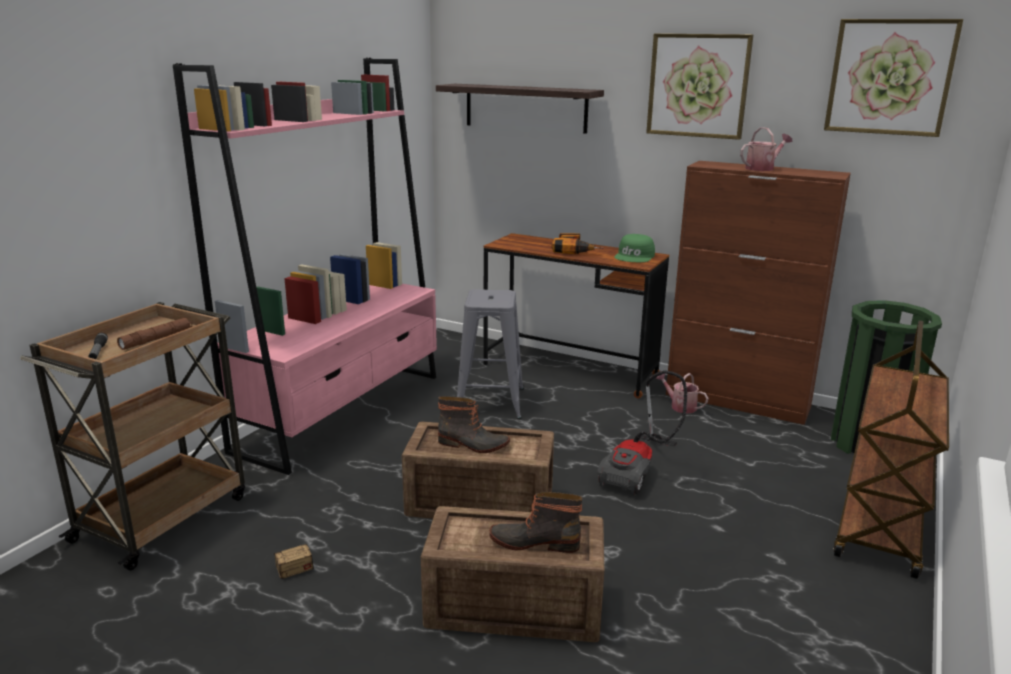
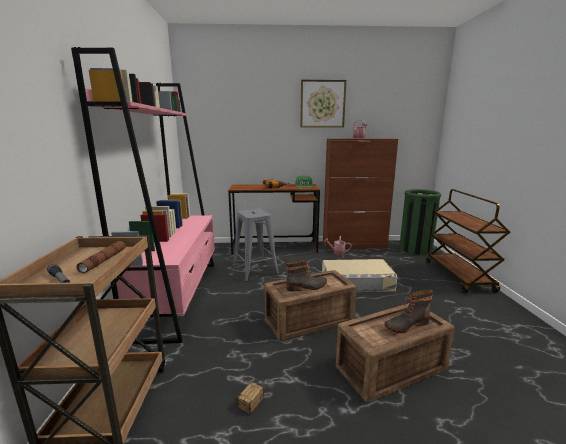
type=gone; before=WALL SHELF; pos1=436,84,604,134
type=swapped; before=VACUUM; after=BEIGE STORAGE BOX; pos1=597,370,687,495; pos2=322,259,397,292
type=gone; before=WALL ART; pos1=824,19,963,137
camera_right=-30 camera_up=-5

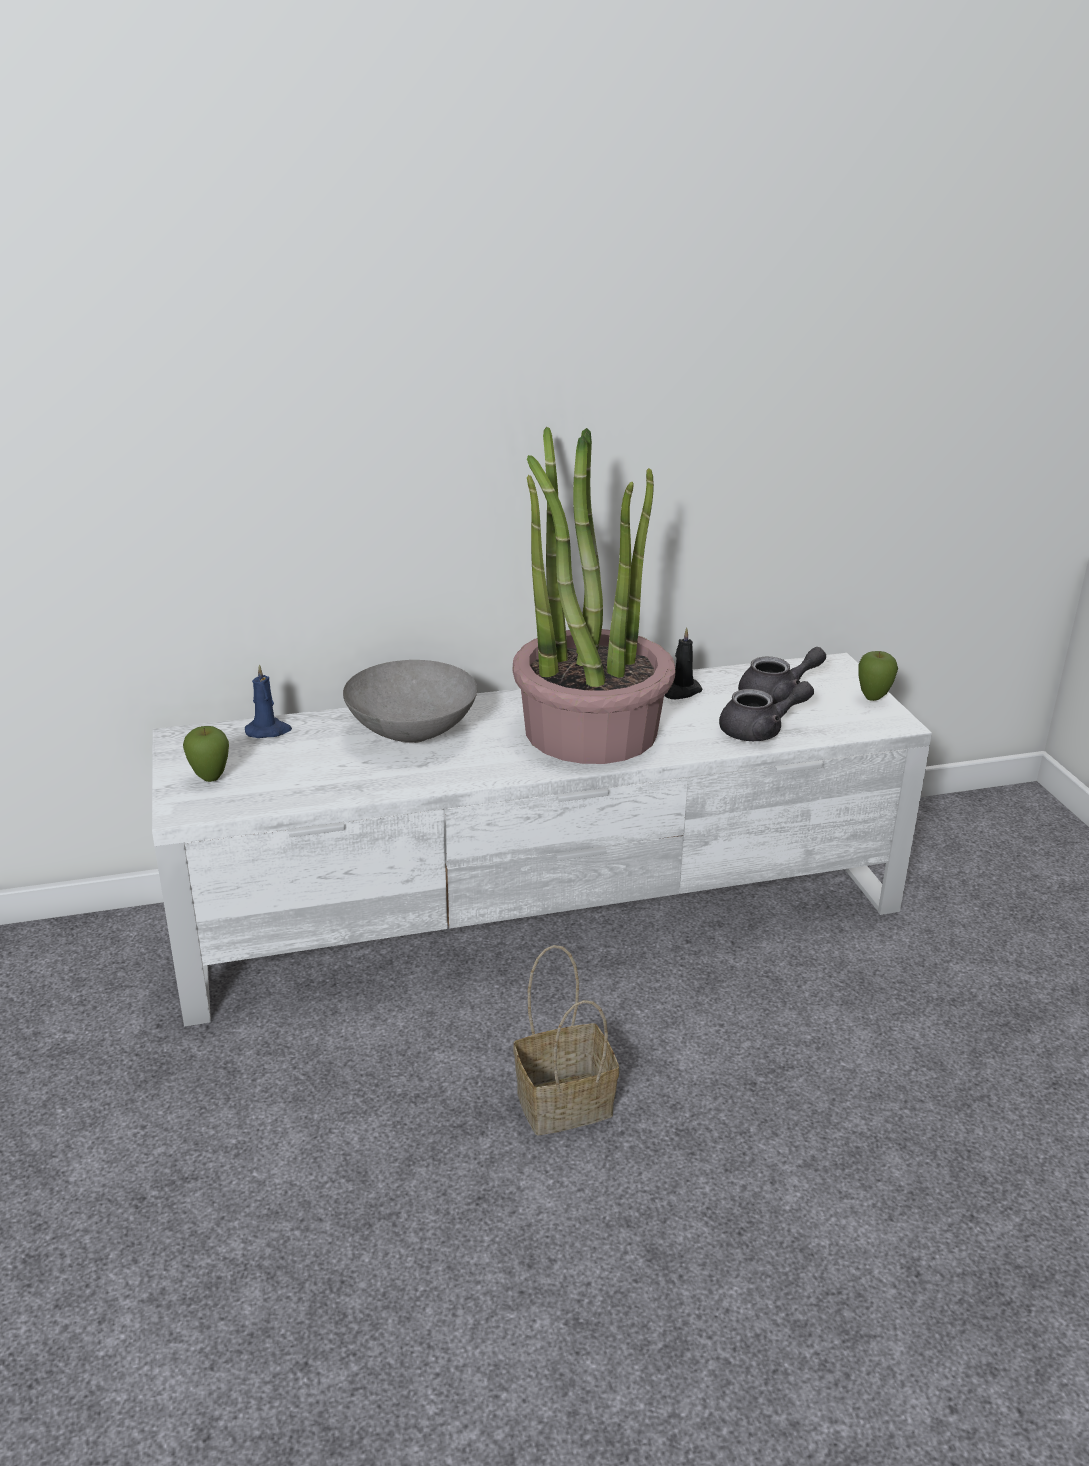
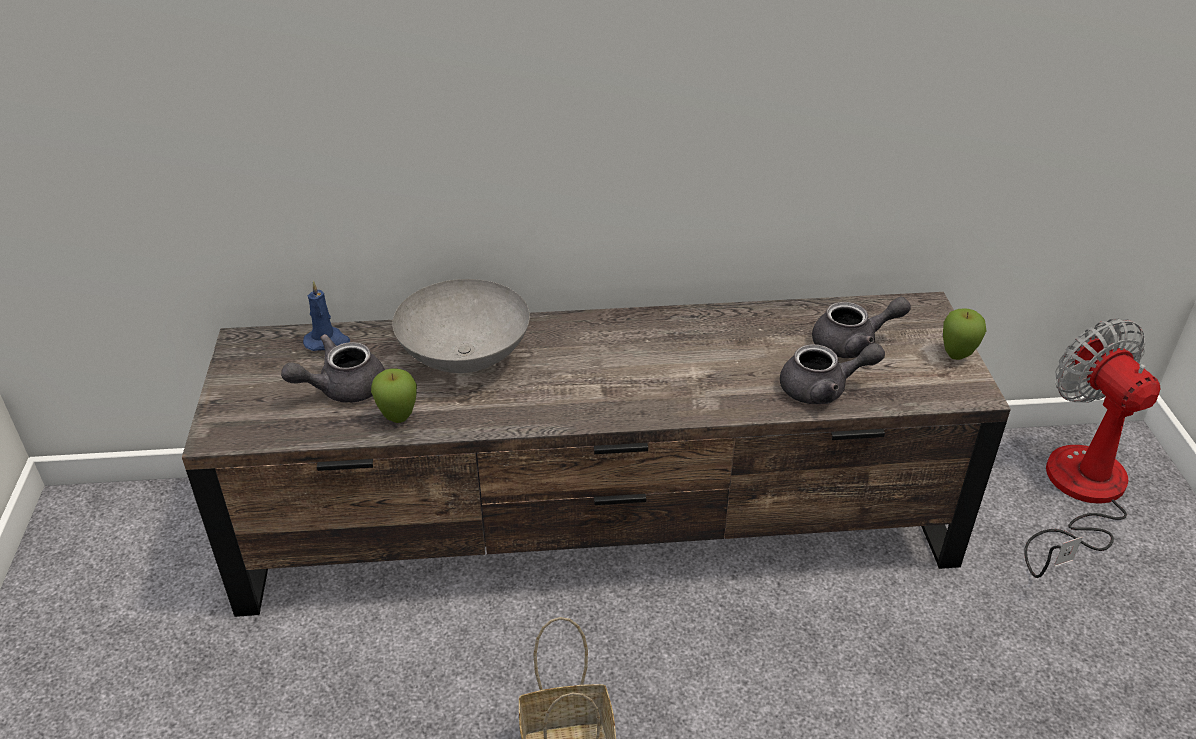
type=repainted; before=WHITE-COLOURED MEDIA CONSOLE; after=BROWN MEDIA CONSOLE; pos1=152,653,932,1027; pos2=182,292,1011,617
type=shifted; before=WHOLE APPLE; pos1=183,726,229,782; pos2=371,368,417,423
type=gone; before=HOUSEPLANT; pos1=512,427,675,764
type=gone; before=BLACK CANDLE; pos1=665,627,702,699
type=new; after=GREYISH TEA POT; pos2=281,334,385,403
type=new; after=COOLING FAN; pos2=1024,319,1160,578
camera_right=10 camera_up=10

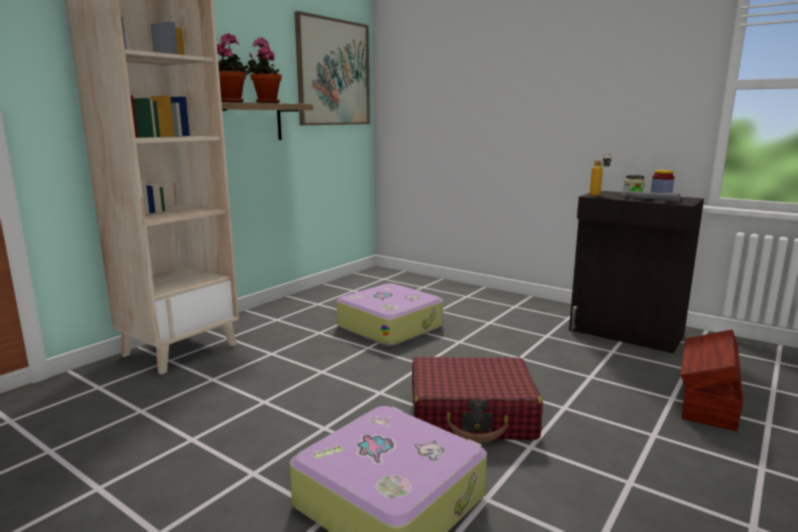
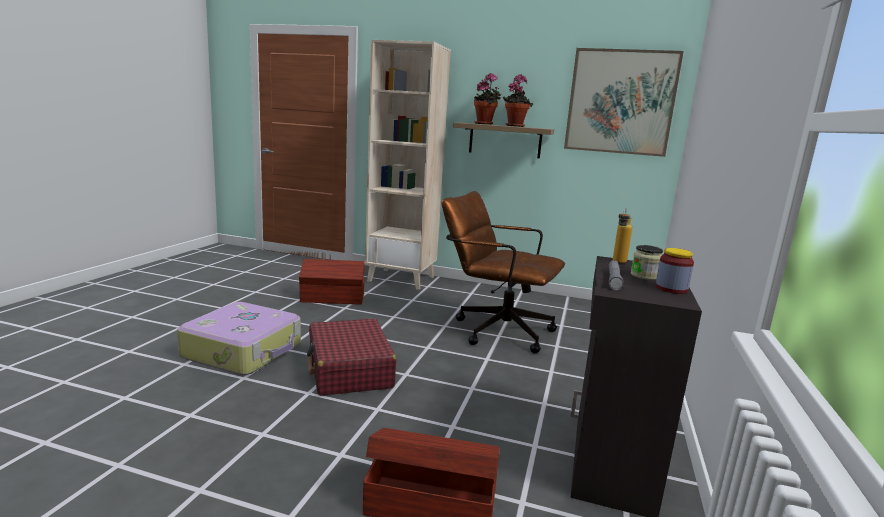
type=swapped; before=TRAVEL CASE; after=BROWN OFFICE CHAIR; pos1=336,283,443,347; pos2=442,191,565,353
type=new; after=BROWN STORAGE BOX; pos2=299,259,365,305
camera_right=70 camera_up=0

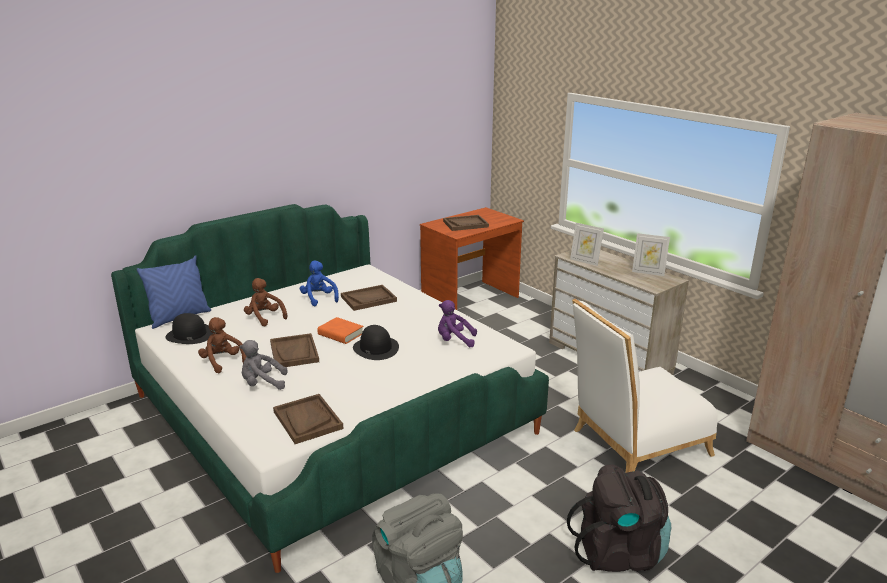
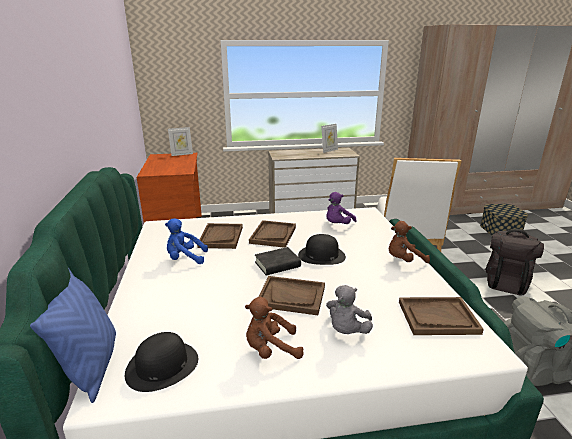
type=shifted; before=BROWN PLUSH TOY; pos1=244,278,287,326; pos2=389,221,430,263
type=repainted; before=ORANGE-COLOURED BOUND BOOK; after=BLACK BOUND BOOK; pos1=317,317,363,344; pos2=255,247,301,275
type=shifted; before=BROWN CARRYING TRAY; pos1=443,215,489,231; pos2=249,220,296,248
type=shifted; before=PHOTO FRAME; pos1=570,223,604,266; pos2=168,127,193,156
type=new; after=STORAGE BOX; pos2=480,204,528,235
camera_right=-60 camera_up=0

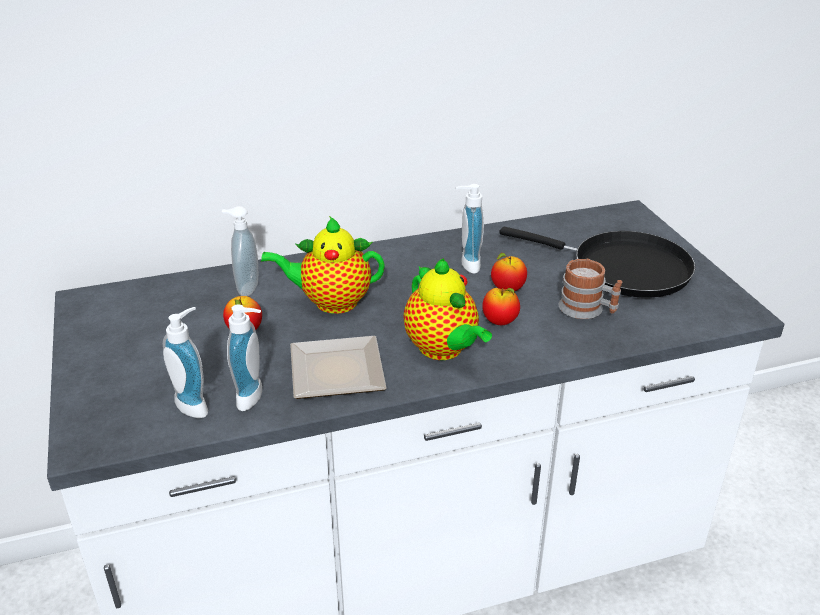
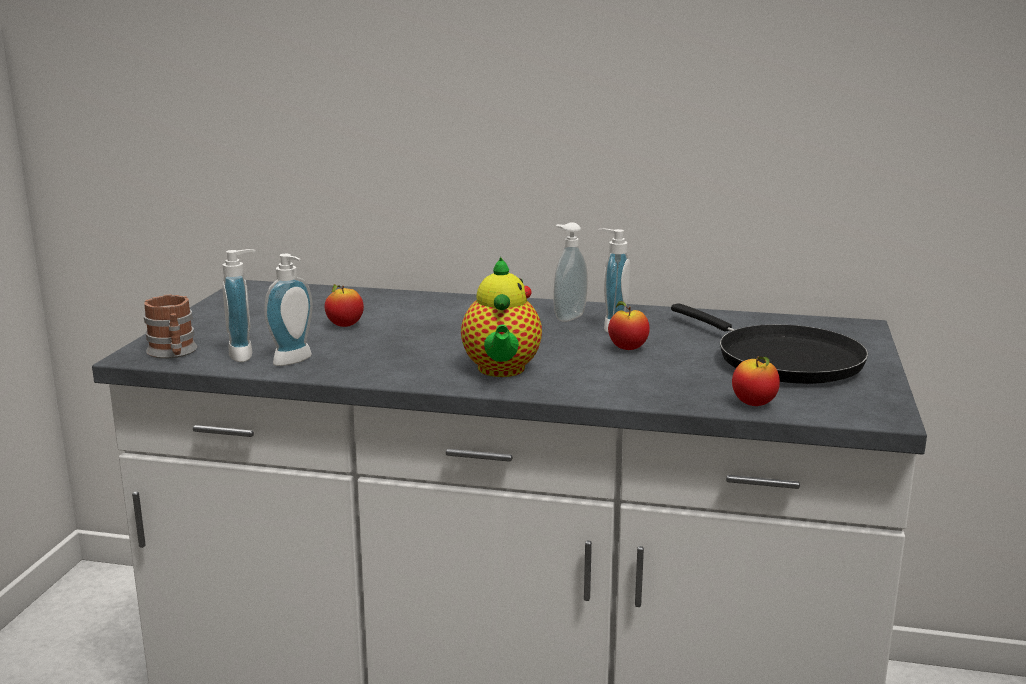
type=shifted; before=SOAP DISPENSER; pos1=222,206,258,296; pos2=553,222,588,322
type=gone; before=TEA POT; pos1=261,216,385,314
type=gone; before=FLAT DISH; pos1=290,336,387,399
type=shifted; before=WHOLE APPLE; pos1=482,288,520,325; pos2=732,356,780,406
type=shifted; before=COFFEE MUG; pos1=559,259,623,320; pos2=144,294,197,359
camera_right=30 camera_up=-15

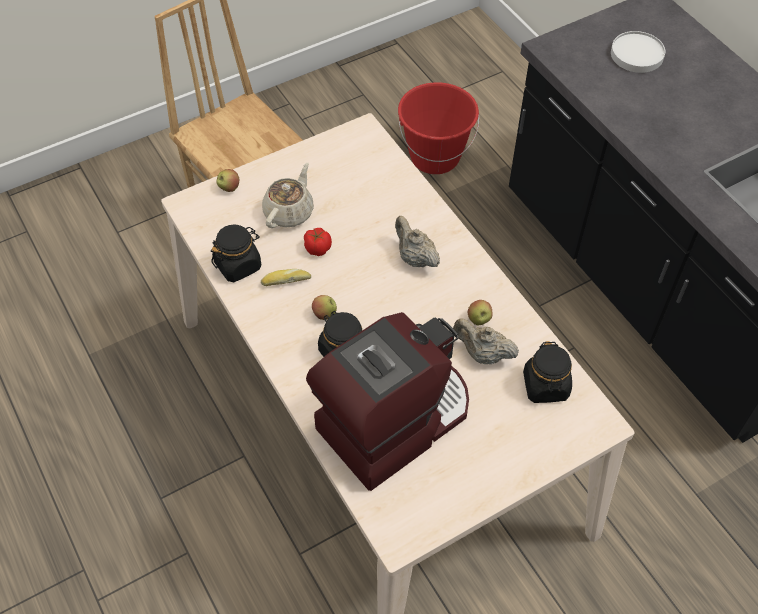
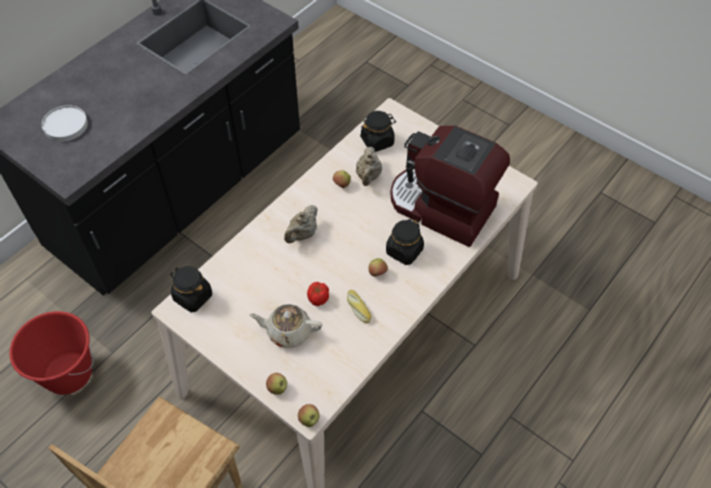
type=shifted; before=BLACK PRESERVE JAR; pos1=211,224,261,282; pos2=170,266,212,312
type=new; after=WHOLE APPLE; pos2=298,404,320,427
camera_right=-110 camera_up=0

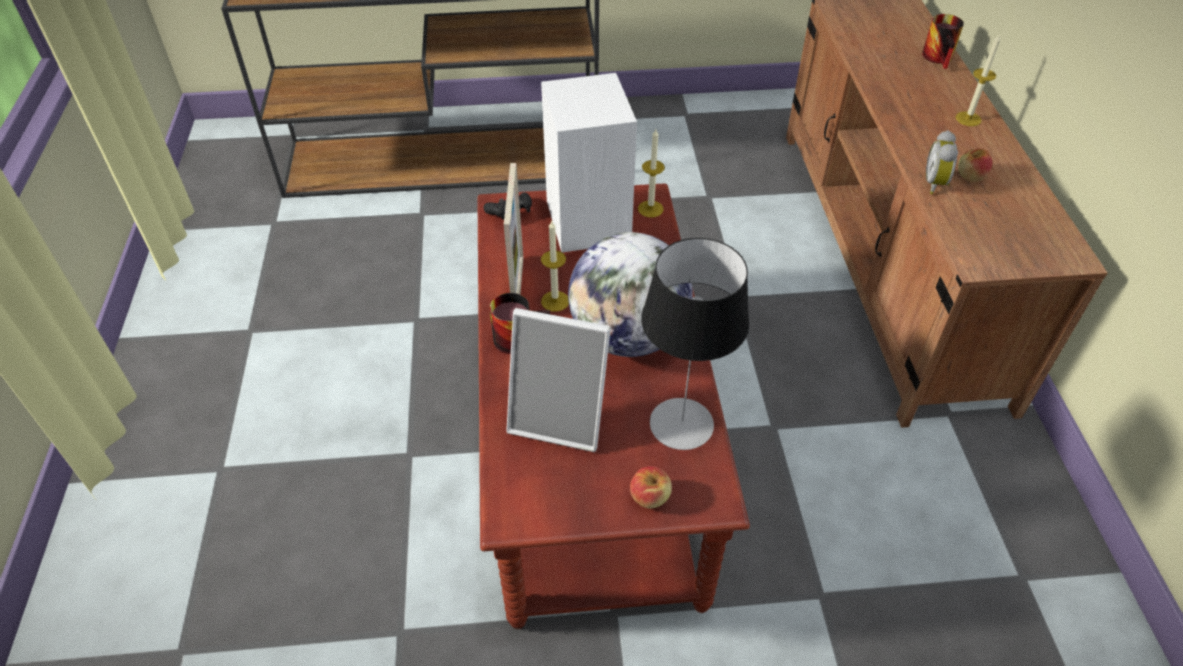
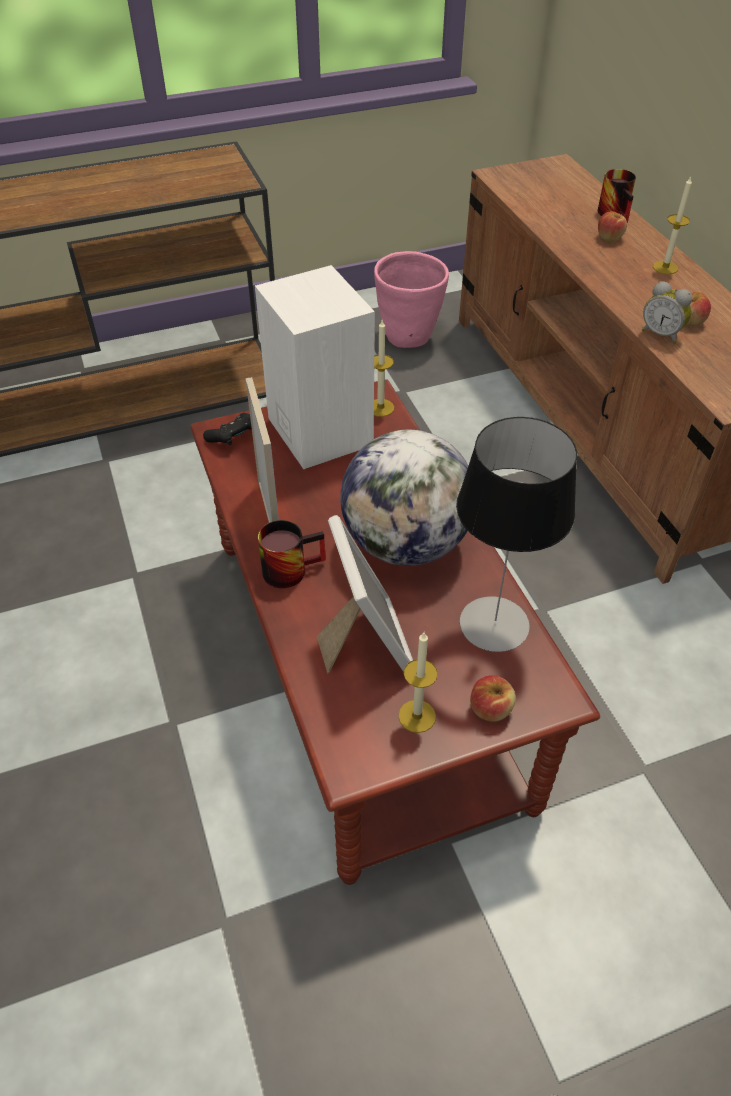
type=rotated; before=PHOTO FRAME; pos1=506,308,611,452; pos2=317,515,413,673; turn=-105
type=shifted; before=CANDLE; pos1=541,221,569,312; pos2=398,632,438,733
type=rotated; before=BEDSIDE CLOCK; pos1=926,130,958,194; pos2=642,281,692,344; turn=-45
type=new; after=PINKISH PLANTER; pos2=374,251,449,348
type=new; after=WHOLE APPLE; pos2=598,211,627,241
camera_right=-15 camera_up=0

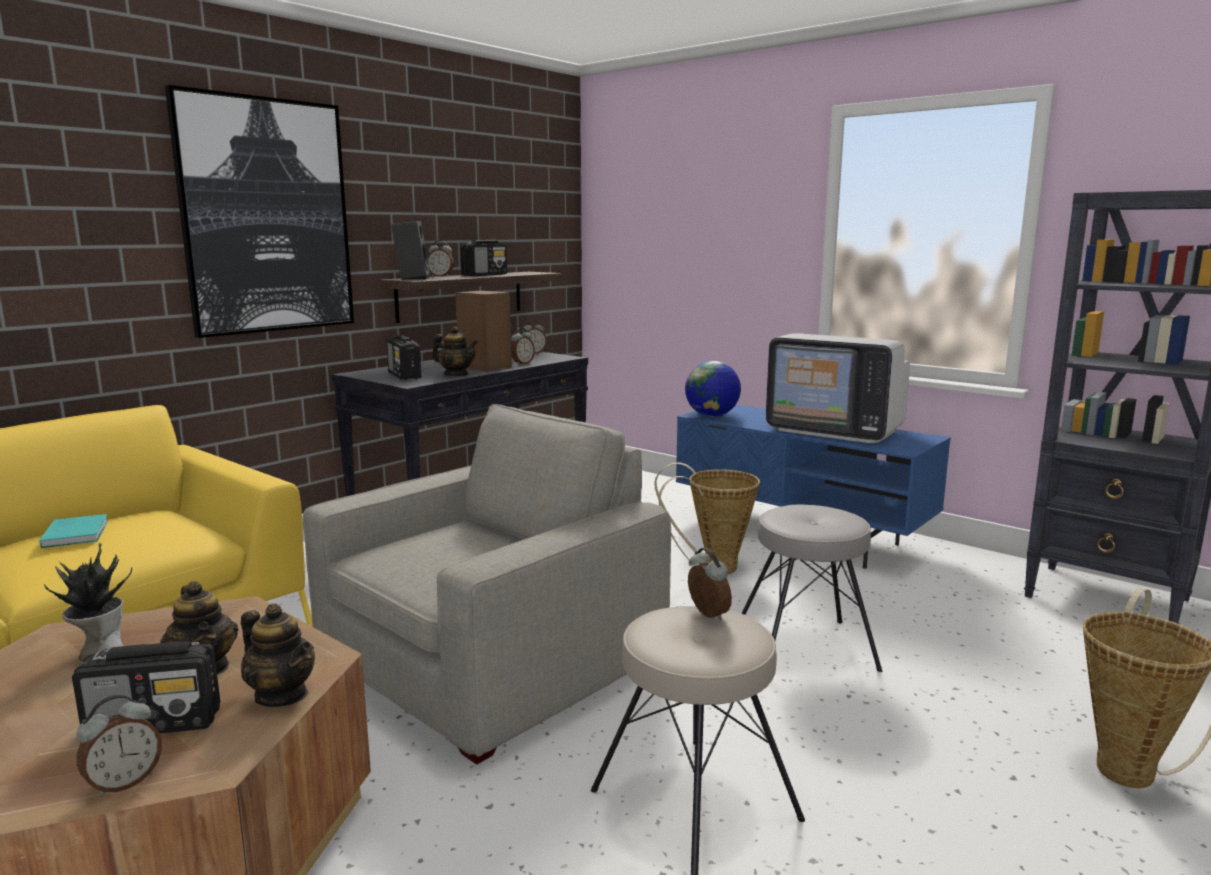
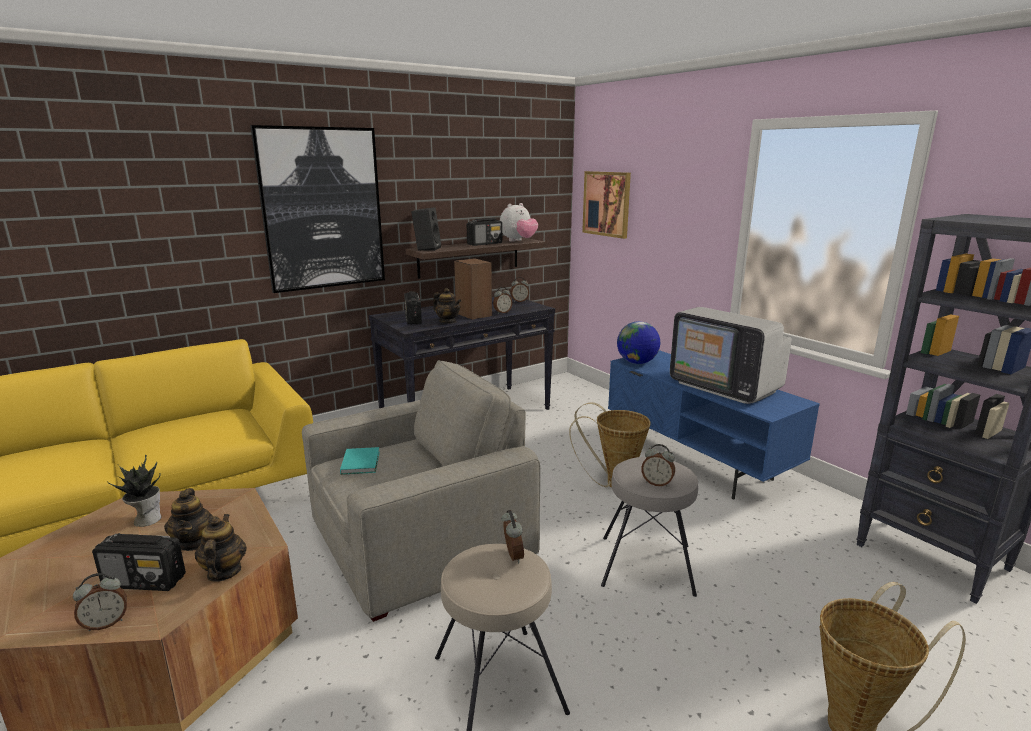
type=shifted; before=BLUE-GREEN BOUND BOOK; pos1=39,514,108,548; pos2=340,447,380,475
type=rotated; before=TEA POT; pos1=241,603,315,707; pos2=195,514,247,582; turn=-150
type=shifted; before=BEDSIDE CLOCK; pos1=428,240,454,277; pos2=641,444,675,487
type=new; after=PLUSH TOY; pos2=500,203,538,242
type=new; after=WALL ART; pos2=582,171,631,239
camera_right=15 camera_up=5

